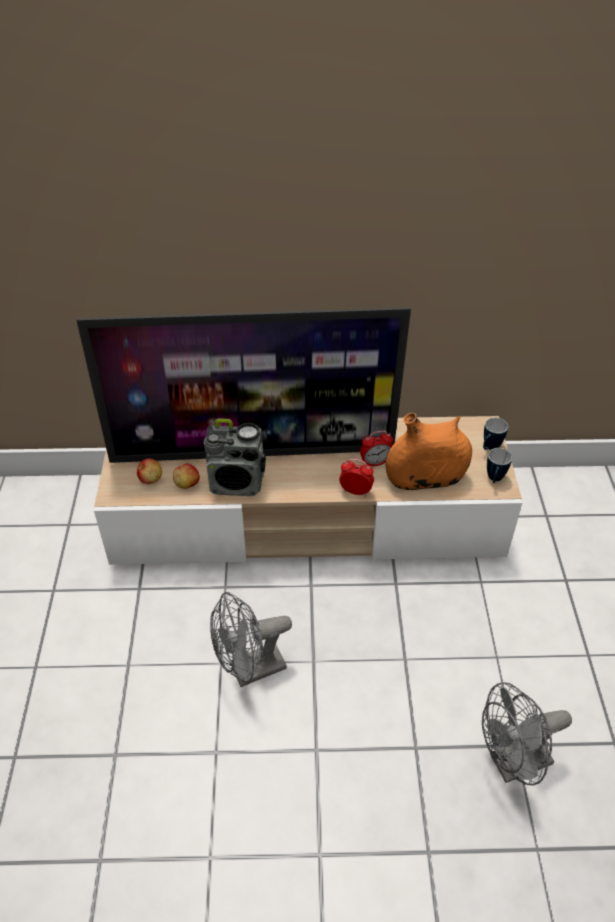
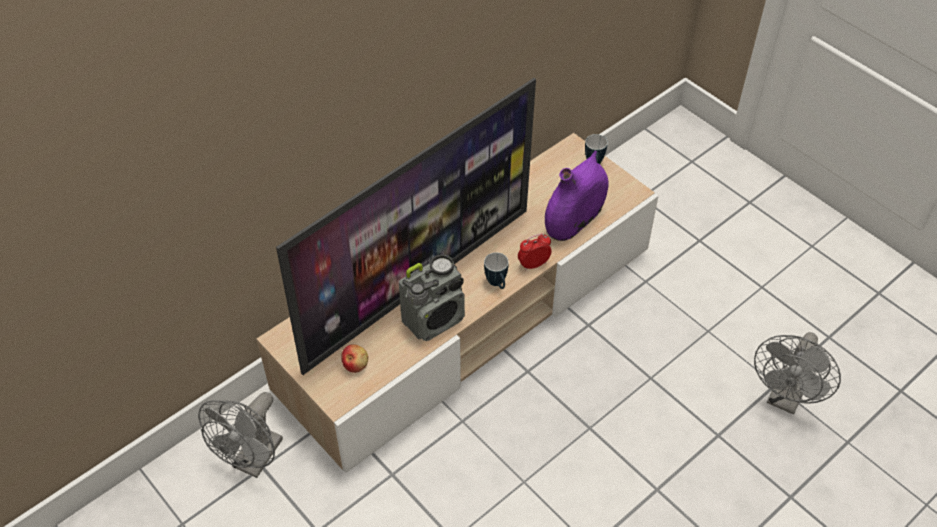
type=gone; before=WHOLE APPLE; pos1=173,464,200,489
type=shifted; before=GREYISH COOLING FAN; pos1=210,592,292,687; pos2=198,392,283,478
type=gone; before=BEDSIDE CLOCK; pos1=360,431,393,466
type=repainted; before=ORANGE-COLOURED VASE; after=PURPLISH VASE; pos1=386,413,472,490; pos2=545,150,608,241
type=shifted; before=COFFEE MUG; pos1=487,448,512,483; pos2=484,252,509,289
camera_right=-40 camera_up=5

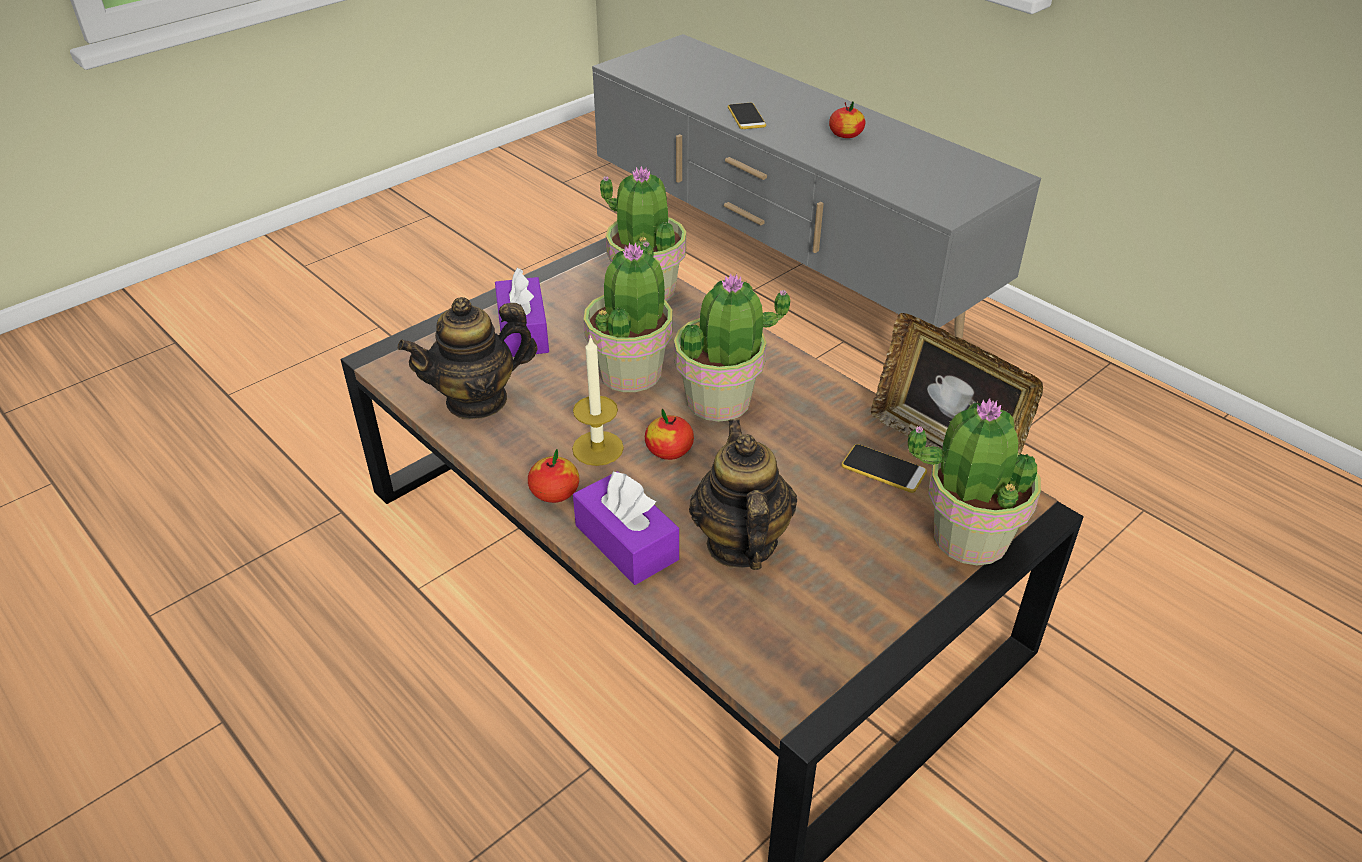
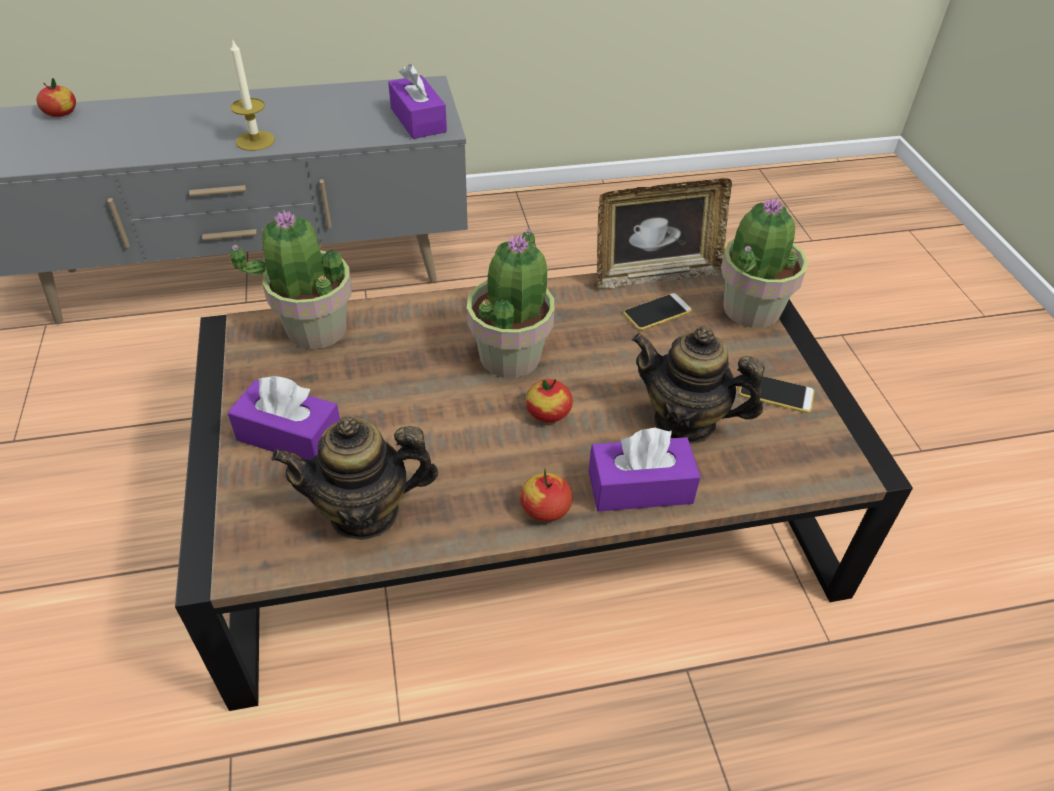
type=rotated; before=TEA POT; pos1=398,297,537,419; pos2=271,417,438,540; turn=75
type=shifted; before=CANDLE; pos1=572,335,624,466; pos2=230,38,275,151
type=gone; before=HOUSEPLANT; pos1=584,242,673,392
type=shifted; before=PHONE; pos1=728,103,766,129; pos2=739,376,815,413
type=shifted; before=WHOLE APPLE; pos1=829,102,865,138; pos2=36,78,76,117
type=new; after=PURPLISH TISSUE HOLDER; pos2=388,64,447,139
camera_right=-60 camera_up=5

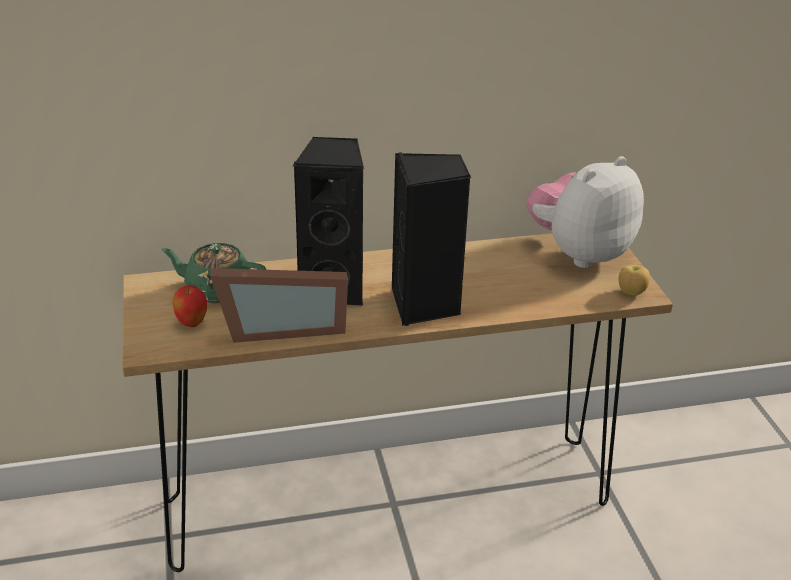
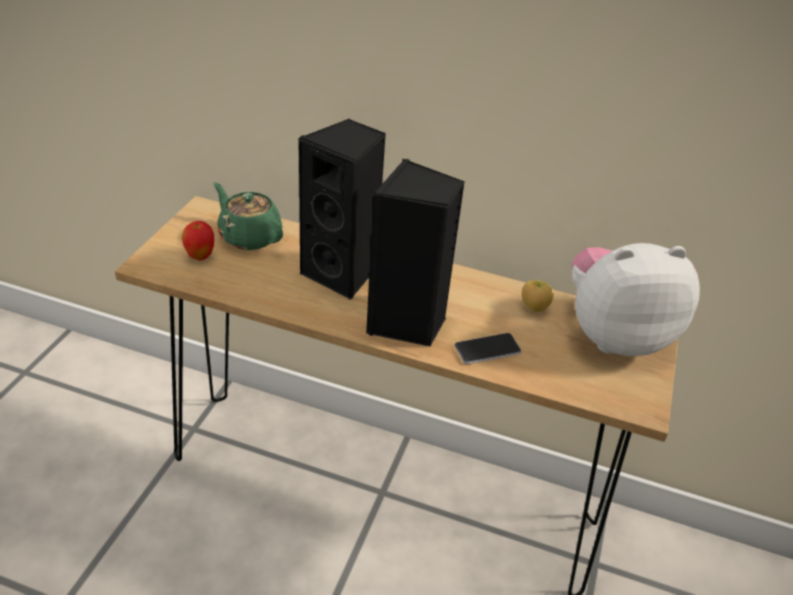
type=gone; before=PHOTO FRAME; pos1=210,268,348,343
type=shifted; before=WHOLE APPLE; pos1=619,265,650,296; pos2=522,280,554,312
type=new; after=PHONE; pos2=454,333,521,364
camera_right=30 camera_up=5

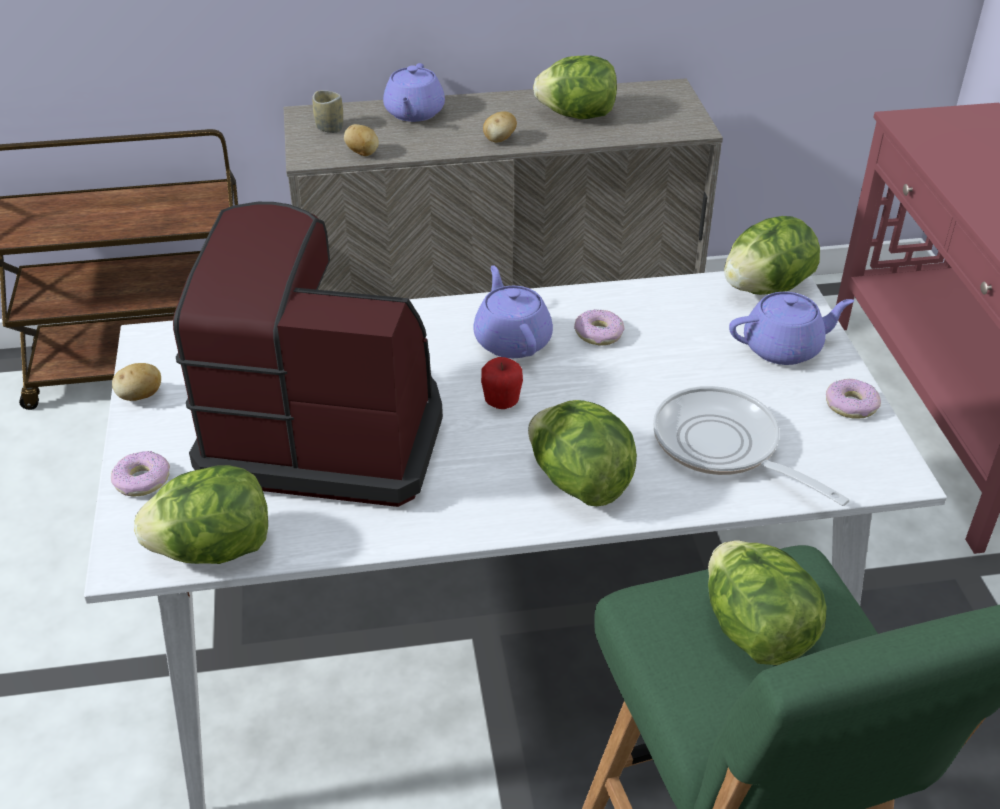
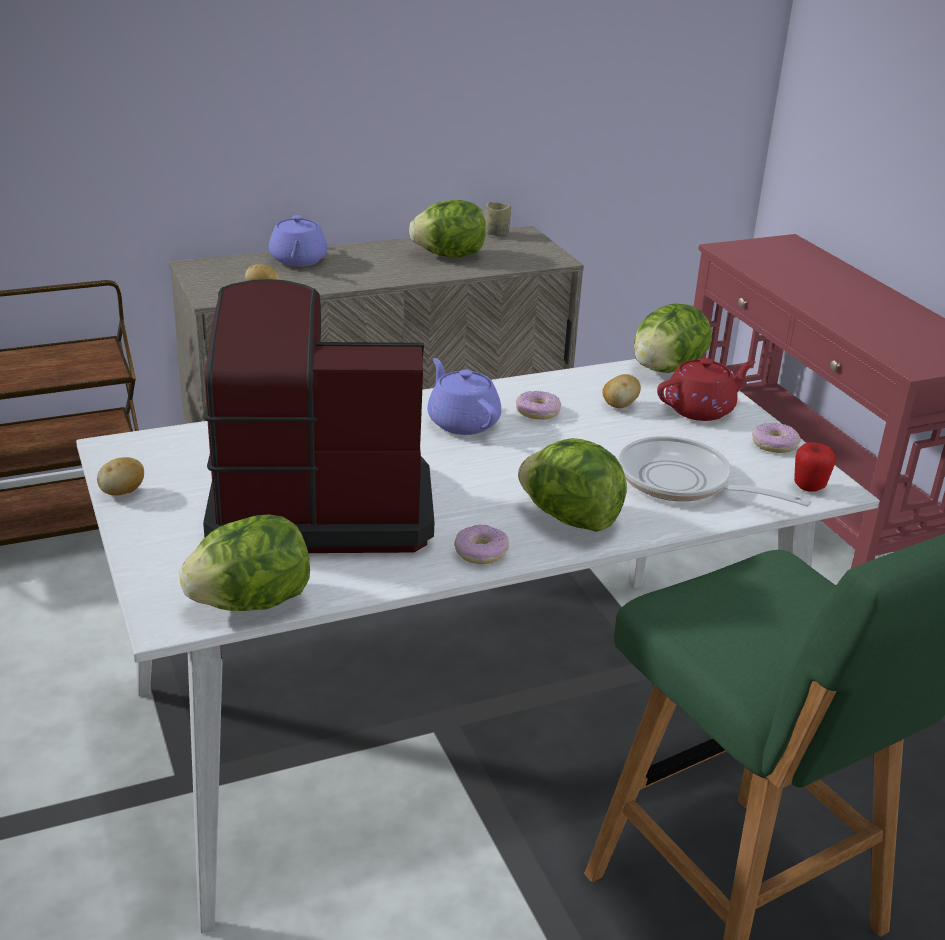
type=shifted; before=DOUGHNUT; pos1=111,451,170,496; pos2=454,524,509,564
type=shifted; before=SMALL CUP; pos1=312,90,343,133; pos2=485,202,511,237
type=shifted; before=WHOLE APPLE; pos1=481,357,523,409; pos2=794,442,836,492
type=shifted; before=WHOLE POTATO; pos1=483,111,517,142; pos2=602,374,641,408
type=gone; before=LETTUCE; pos1=708,541,826,665
type=repainted; before=PURPLISH TEA POT; after=RED-COLOURED TEA POT; pos1=729,292,854,365; pos2=657,358,756,421
camera_right=-15 camera_up=-10

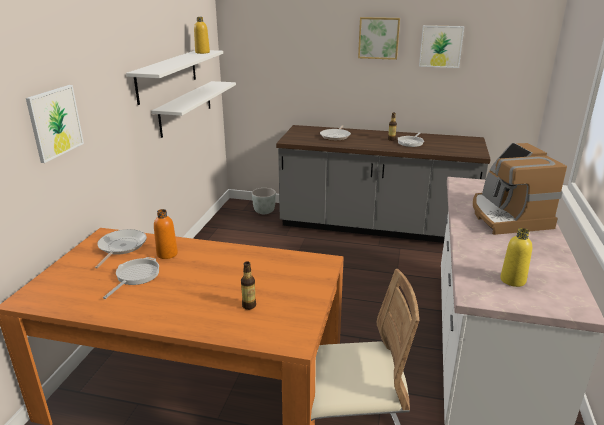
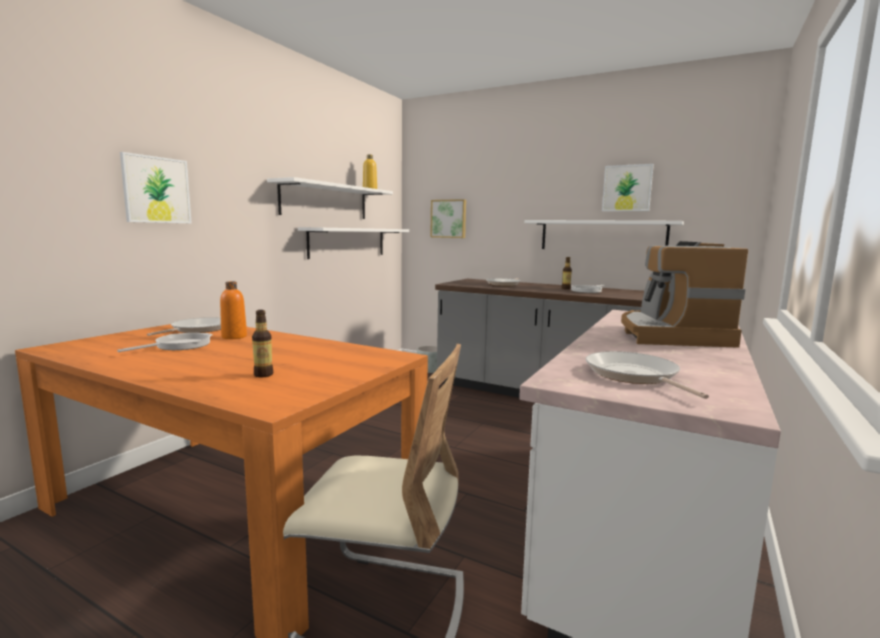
type=shifted; before=WALL ART; pos1=358,17,400,60; pos2=430,199,466,238
type=swapped; before=YELLOW-COLOURED BOTTLE; after=FRYING PAN; pos1=500,228,532,287; pos2=585,351,709,399
type=new; after=WHITE-COLOURED WALL SHELF; pos2=524,220,684,249
camera_right=15 camera_up=-15

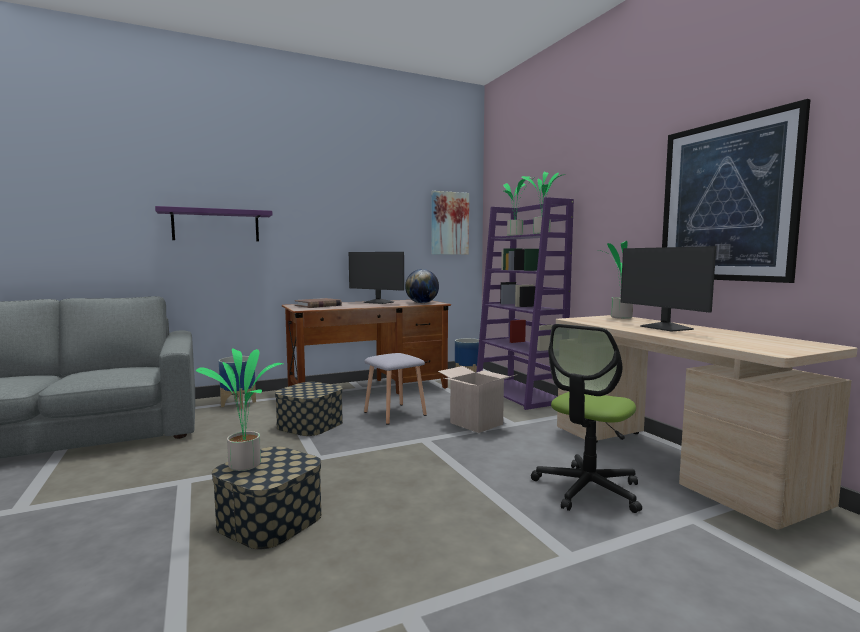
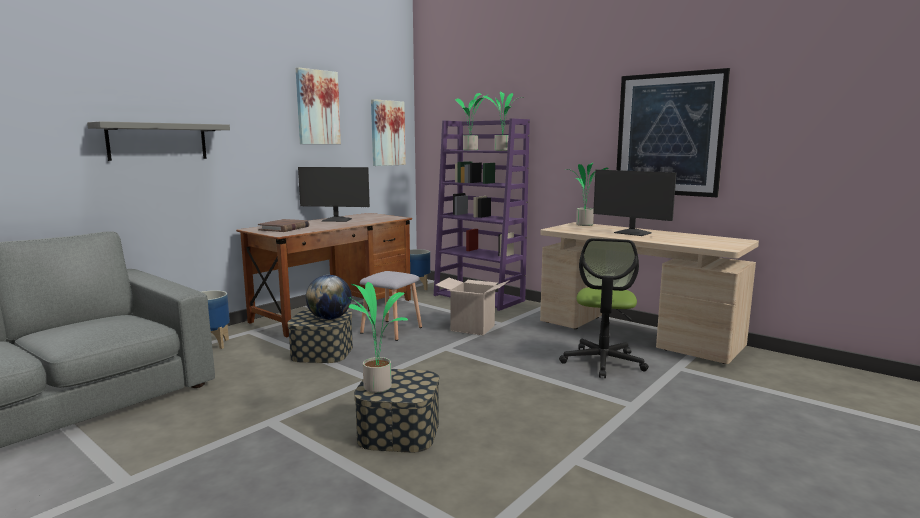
type=repainted; before=PURPLISH WALL SHELF; after=GREYISH WALL SHELF; pos1=155,206,272,241; pos2=87,121,230,161
type=shifted; before=DESK GLOBE; pos1=405,269,439,303; pos2=306,275,352,320
type=new; after=WALL ART; pos2=295,67,341,144
camera_right=-25 camera_up=5

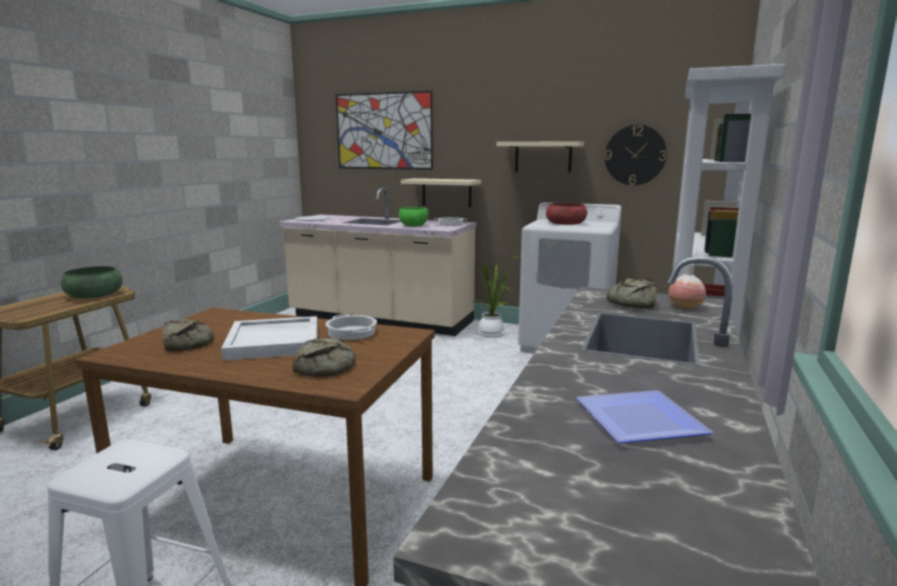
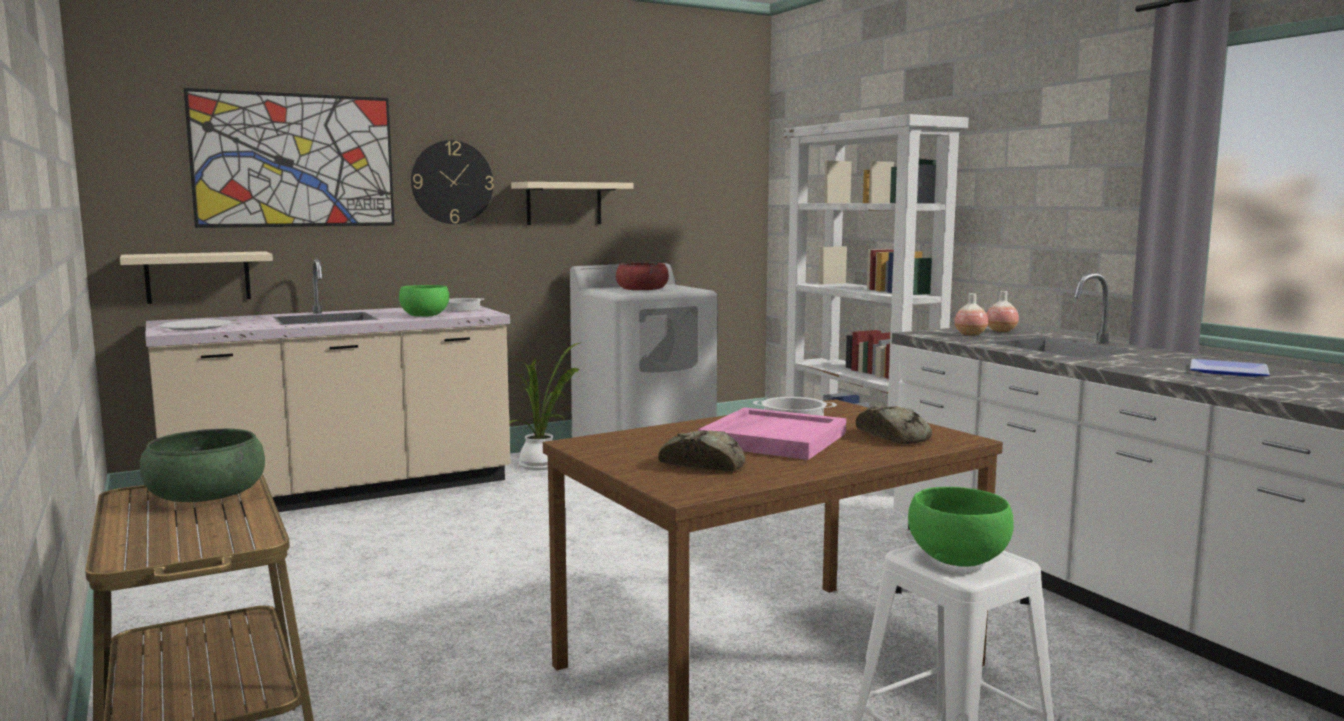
type=repainted; before=WHITE-COLOURED CARRYING TRAY; after=PINKISH CARRYING TRAY; pos1=221,316,318,361; pos2=698,407,846,460
type=shifted; before=BEIGE WALL SHELF; pos1=401,178,481,207; pos2=120,251,273,304
type=shifted; before=CLOCK ON THE WALL; pos1=605,125,667,185; pos2=411,140,494,224
type=swapped; before=BREAD; after=VASE; pos1=606,278,656,309; pos2=954,293,988,336
type=new; after=GREENISH DEEP DISH; pos2=908,487,1014,567
camera_right=-50 camera_up=-5

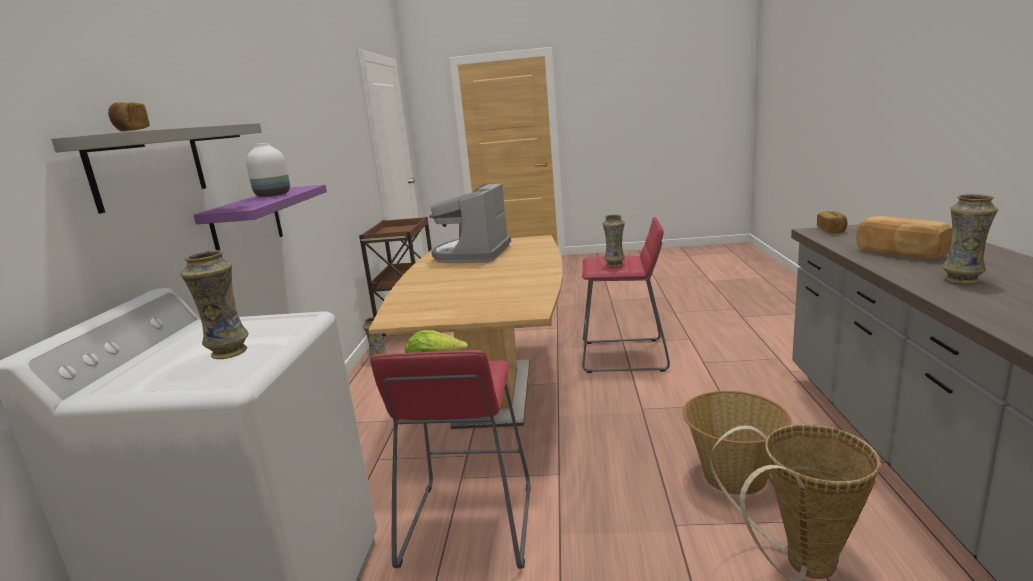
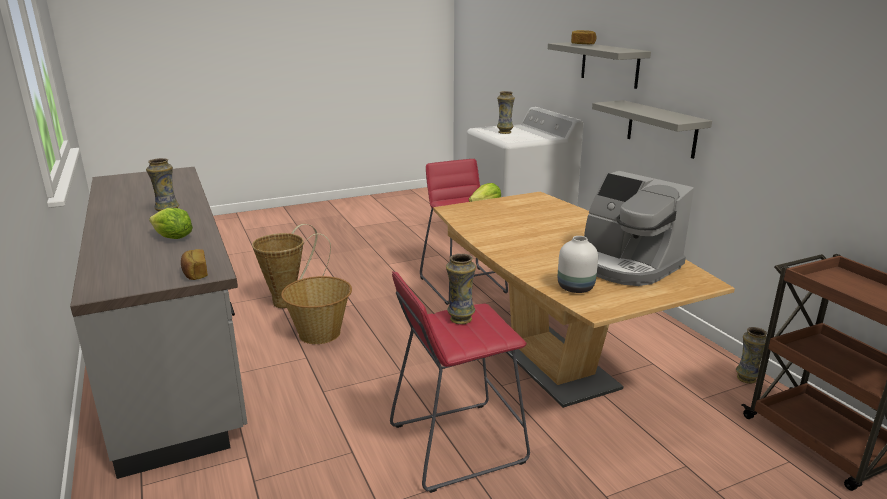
type=repainted; before=PURPLISH WALL SHELF; after=GREYISH WALL SHELF; pos1=193,184,327,257; pos2=592,100,712,159
type=shifted; before=WHITE-COLOURED VASE; pos1=246,143,290,197; pos2=558,236,598,293
type=rotated; before=COFFEE BREWER; pos1=429,183,511,263; pos2=584,171,694,286; turn=150
type=swapped; before=BREAD; after=LETTUCE; pos1=856,215,952,259; pos2=149,208,193,239
camera_right=150 camera_up=5

